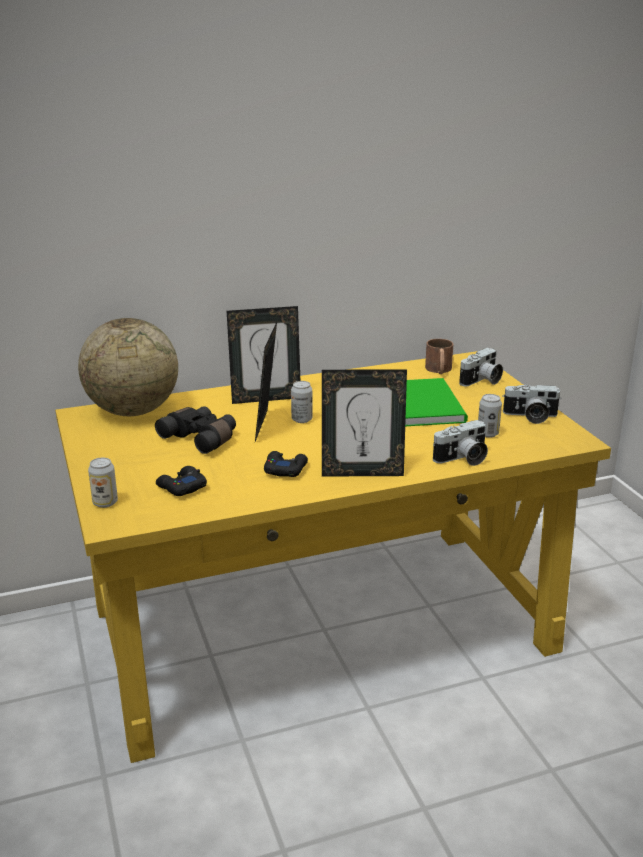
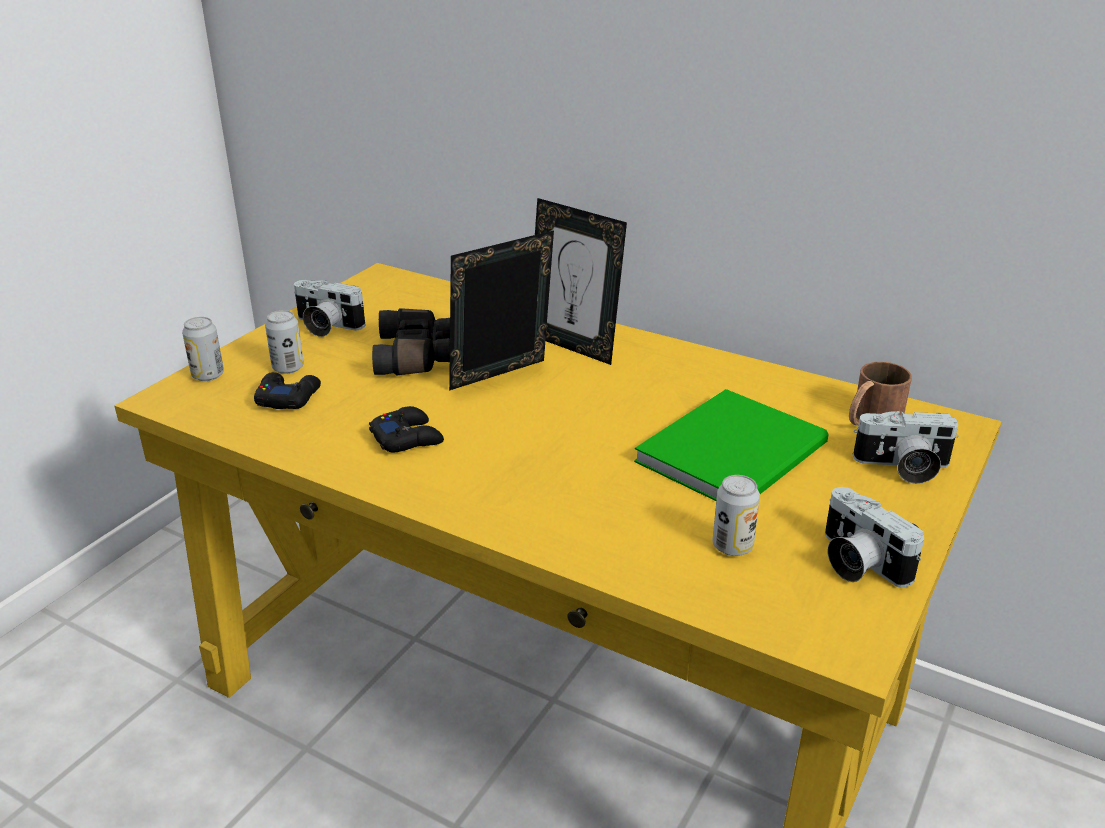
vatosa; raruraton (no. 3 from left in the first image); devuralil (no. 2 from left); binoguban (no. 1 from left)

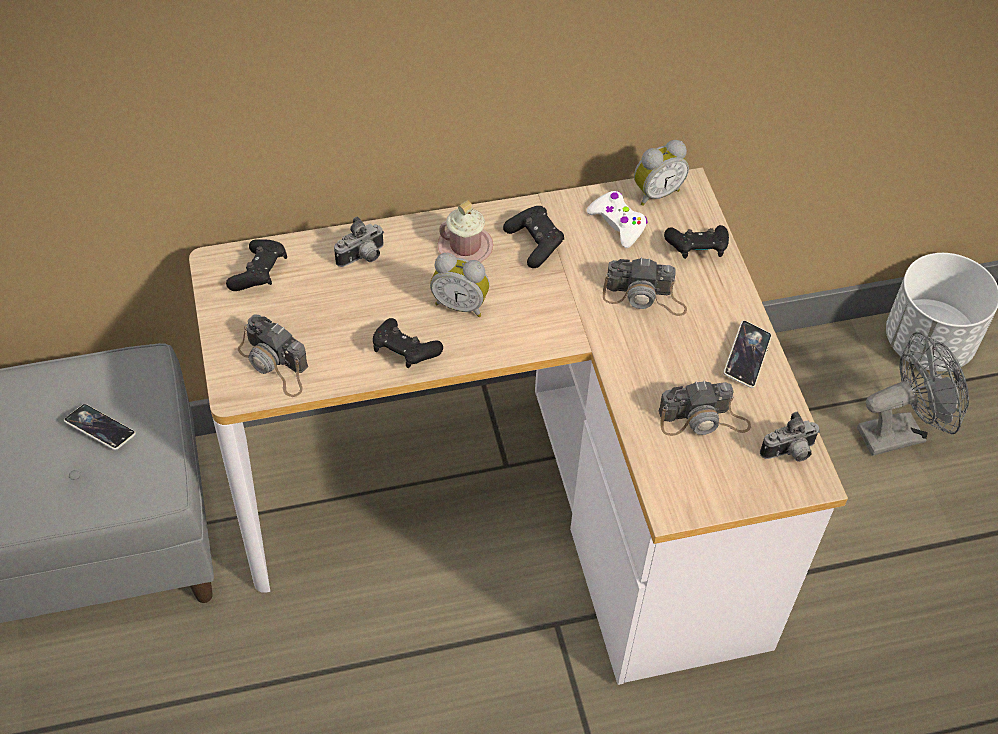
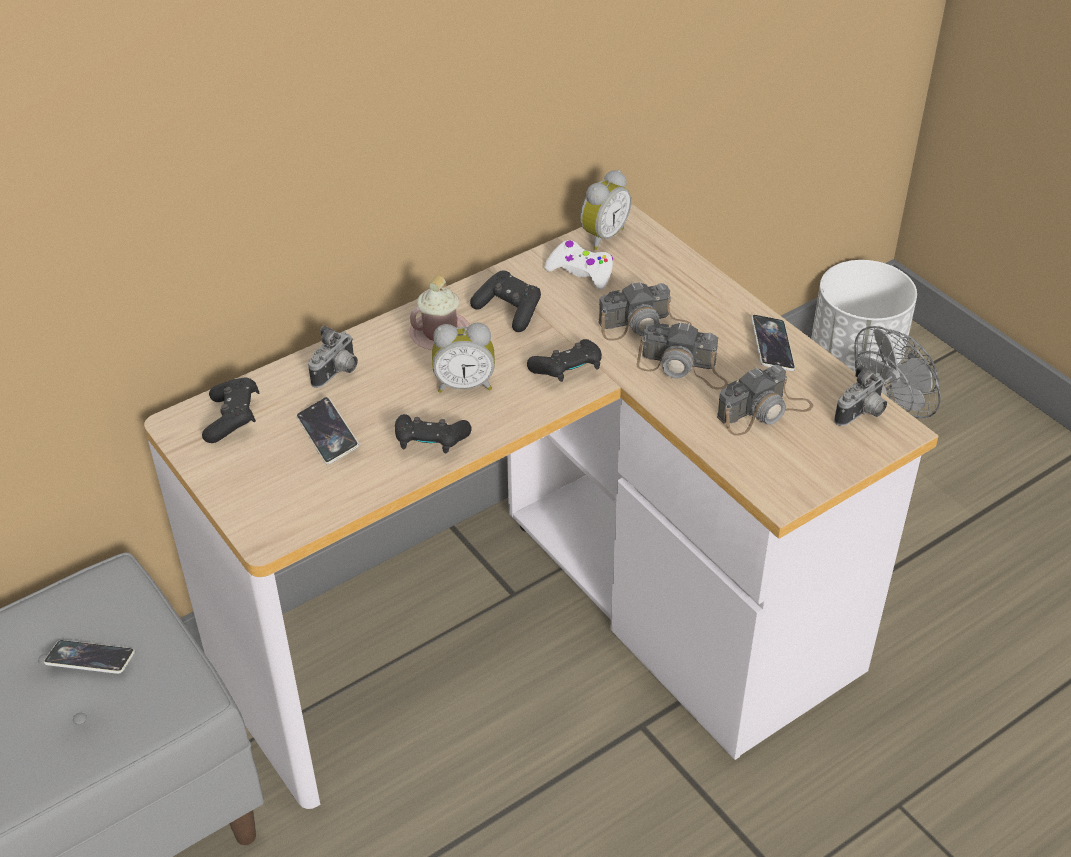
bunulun (no. 2 from left); binoguban (no. 3 from left); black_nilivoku (no. 4 from left)

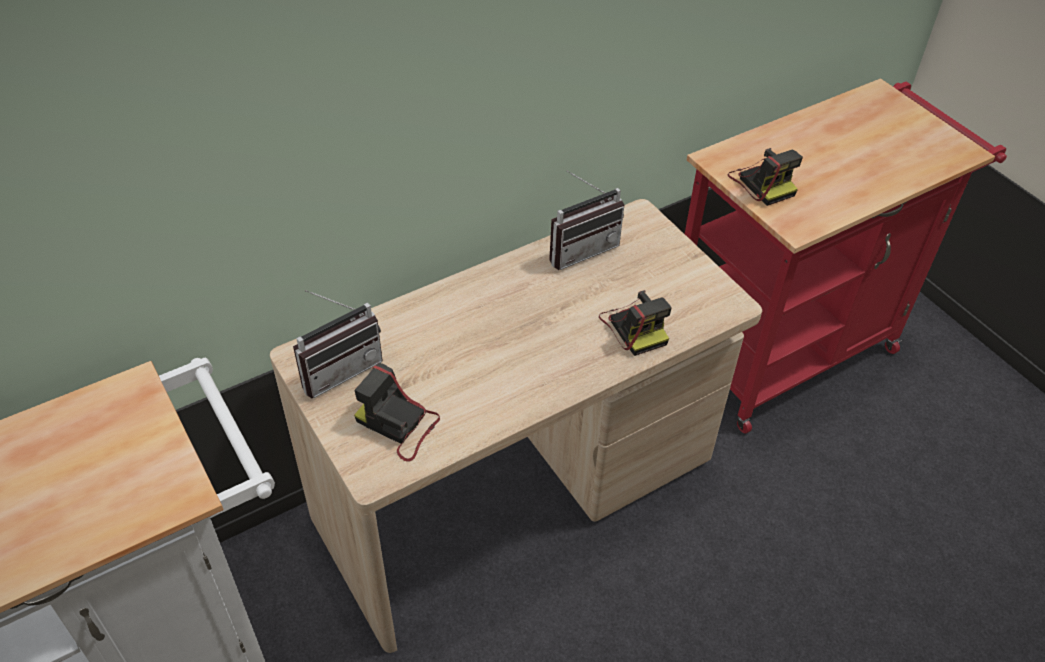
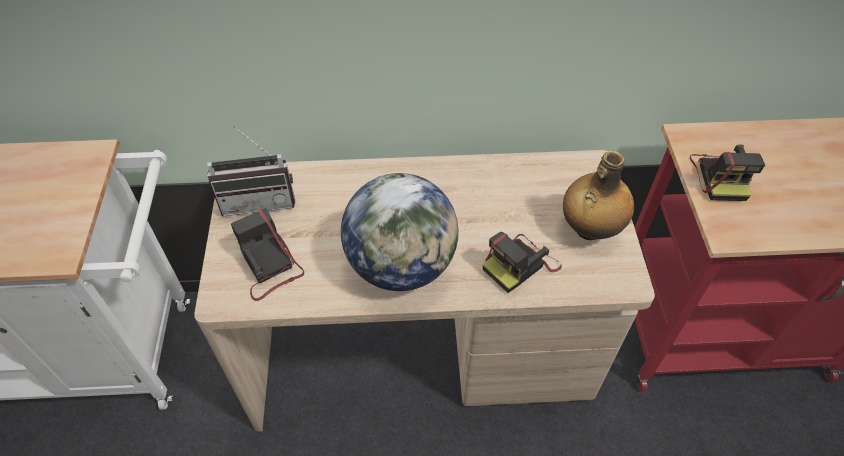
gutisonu (no. 2 from left in the first image); vatosa; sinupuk; binoguban (no. 2 from left)

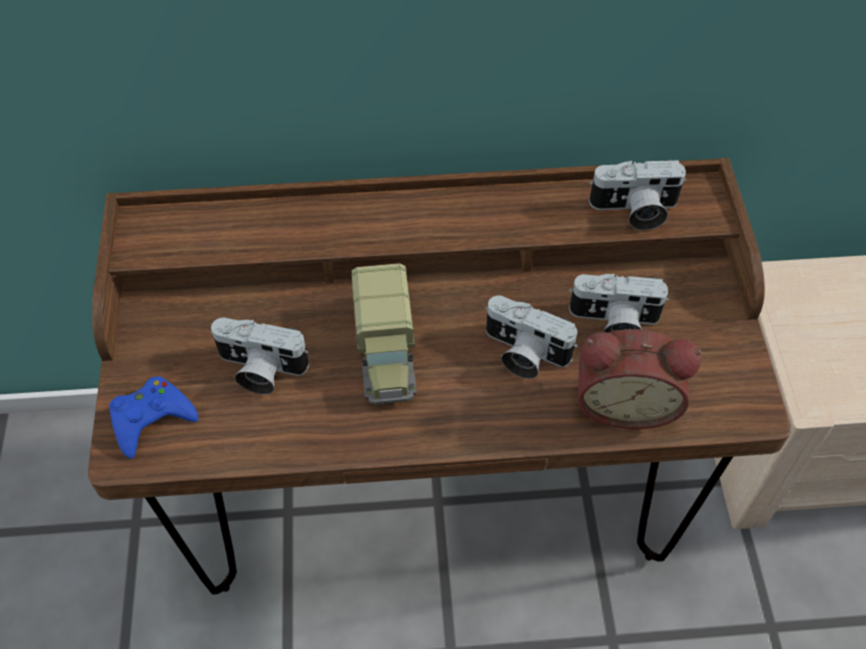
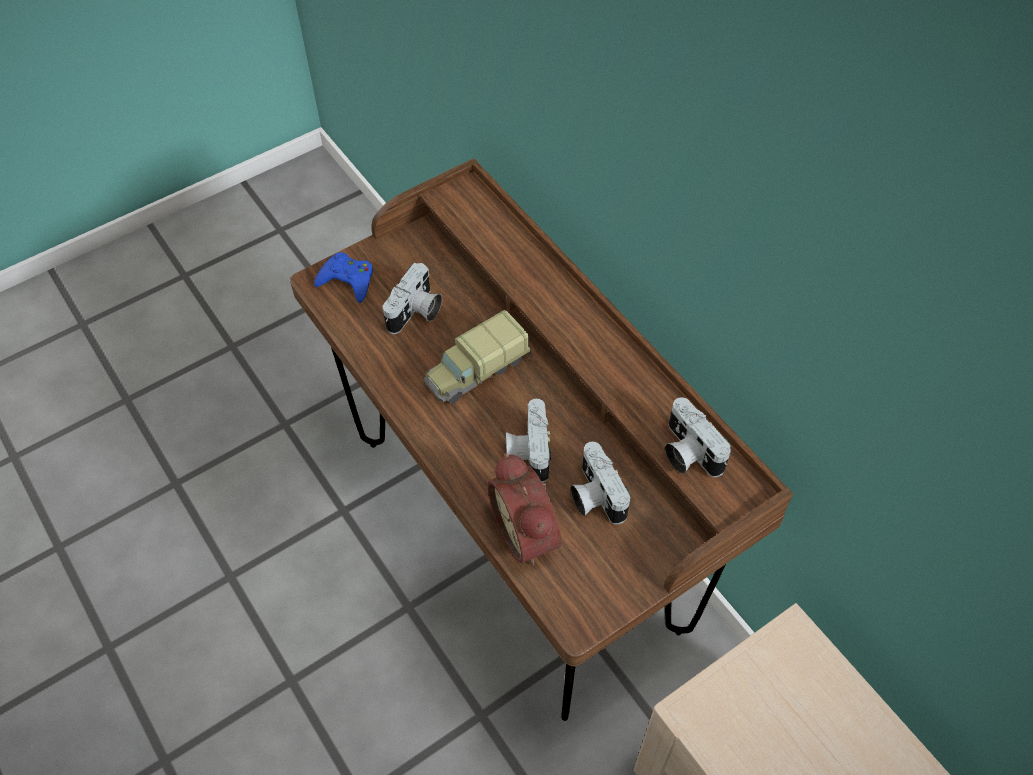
binoguban (no. 1 from left)

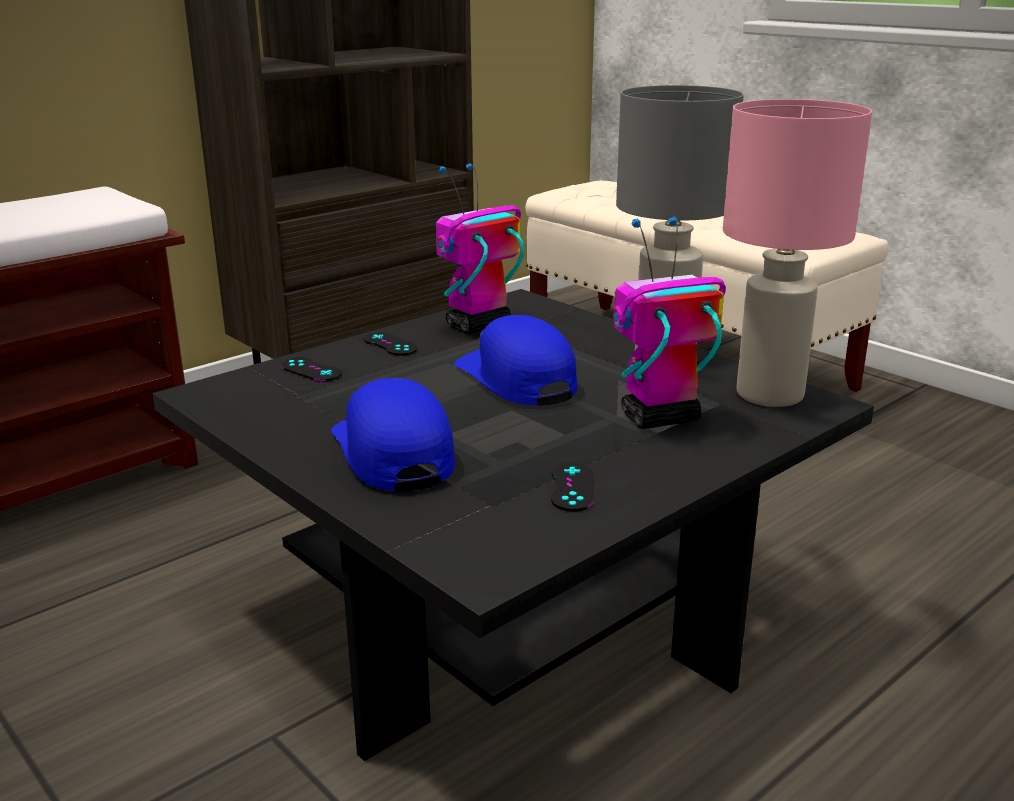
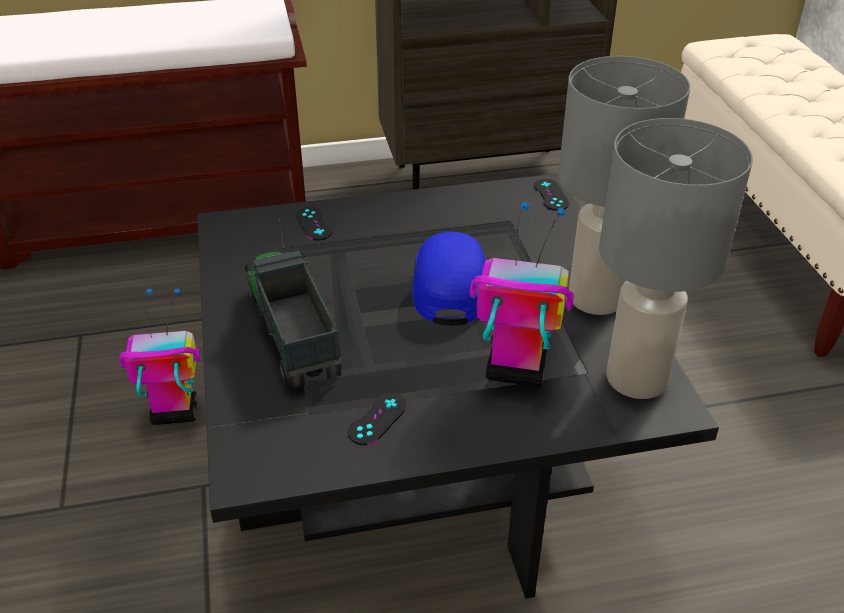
black_nilivoku (no. 3 from left); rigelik (no. 1 from left); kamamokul; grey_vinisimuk (no. 2 from left)

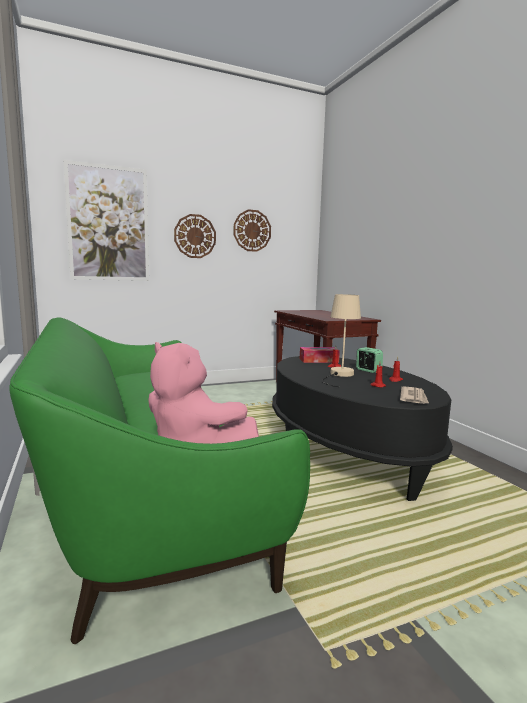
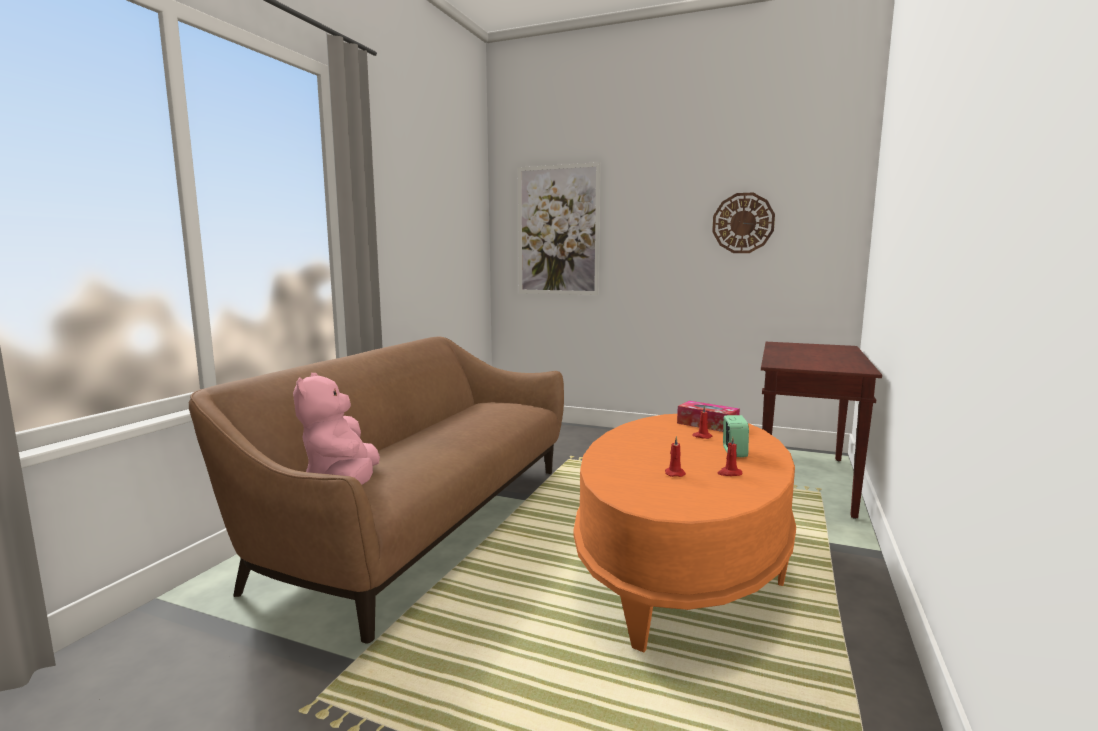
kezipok (no. 1 from left in the first image); beige_vinisimuk; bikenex; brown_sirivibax; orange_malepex

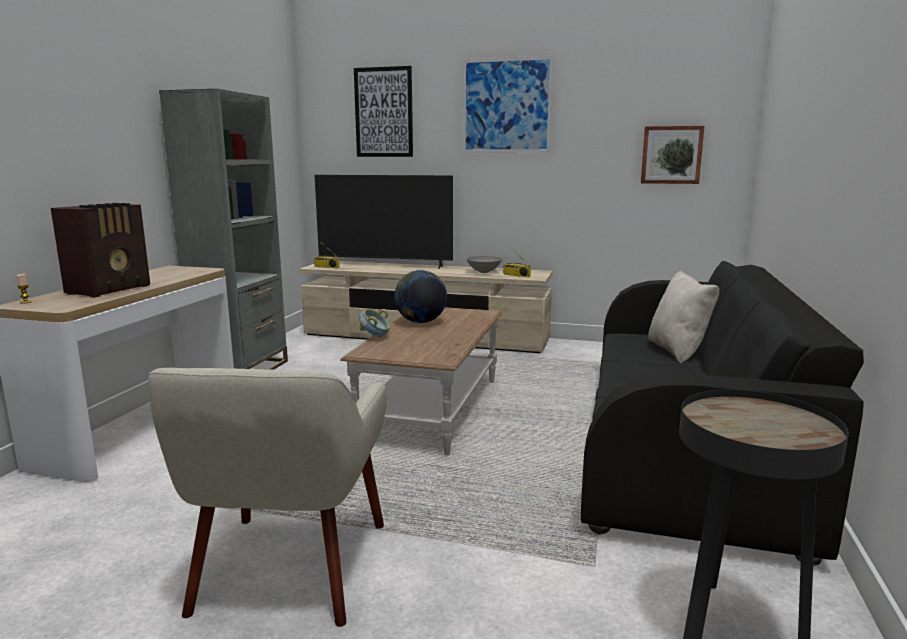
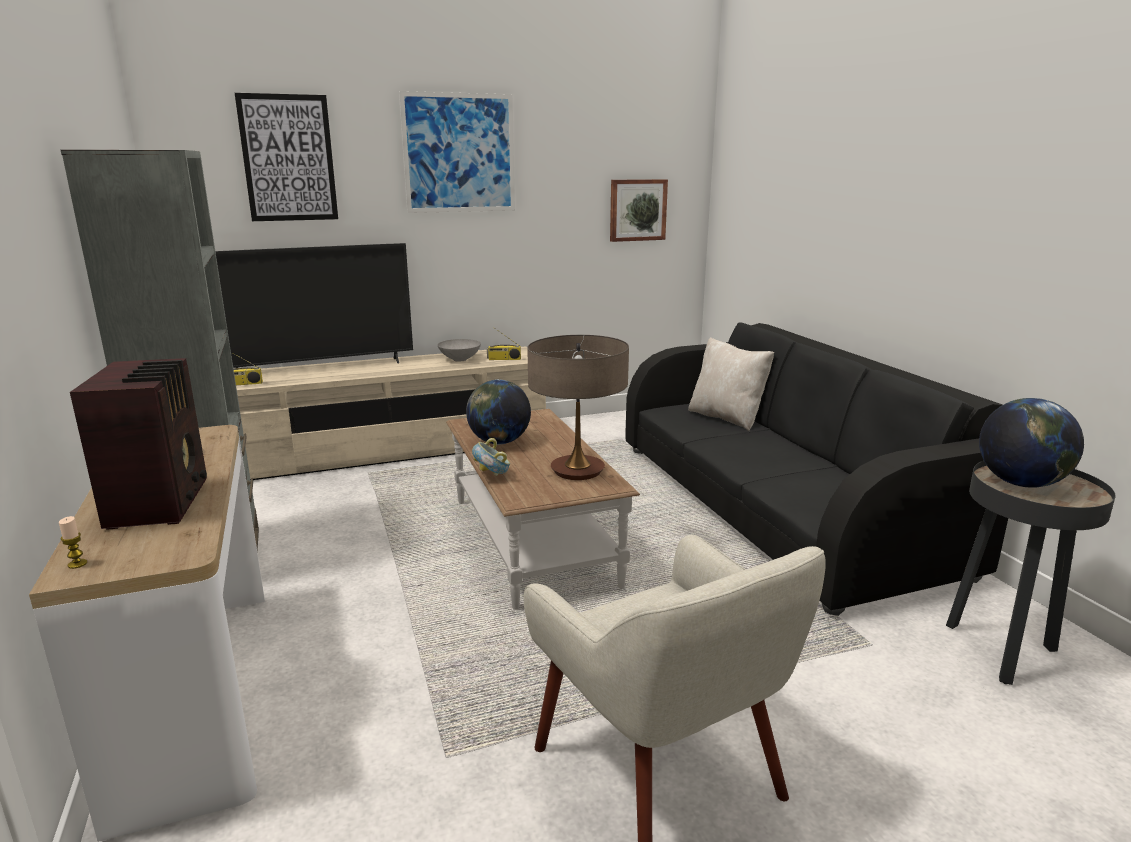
vinisimuk; vatosa (no. 2 from left)

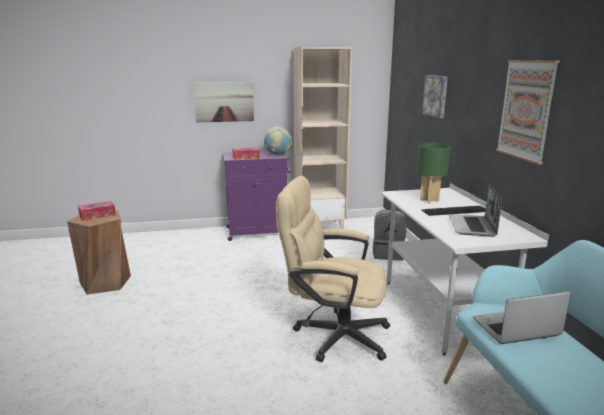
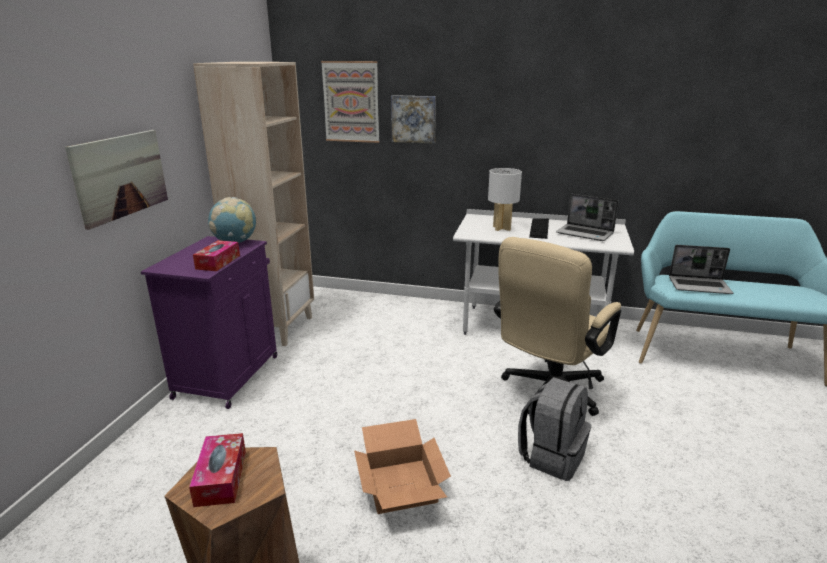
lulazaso; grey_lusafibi; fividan (no. 2 from left); white_vinisimuk; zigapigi (no. 2 from left)

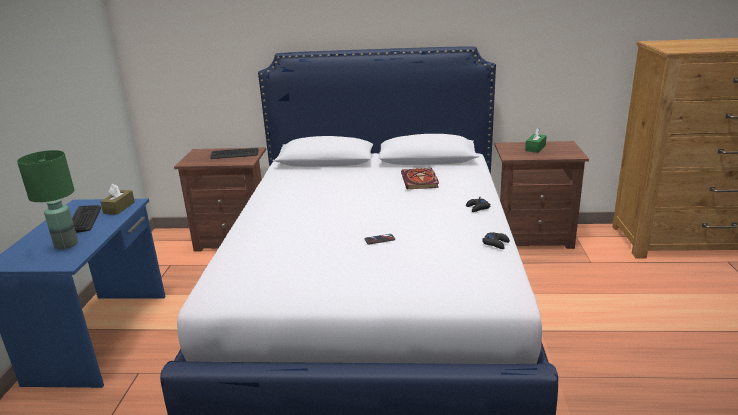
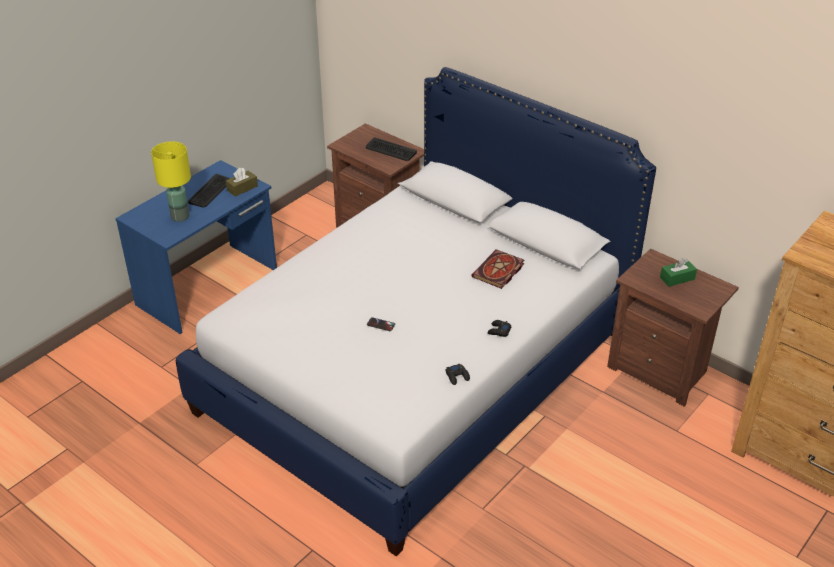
yellow_vinisimuk

